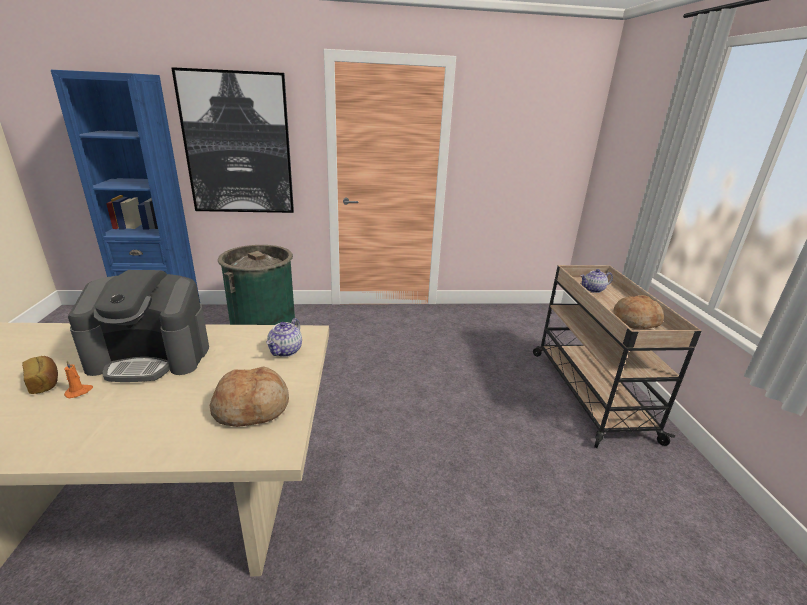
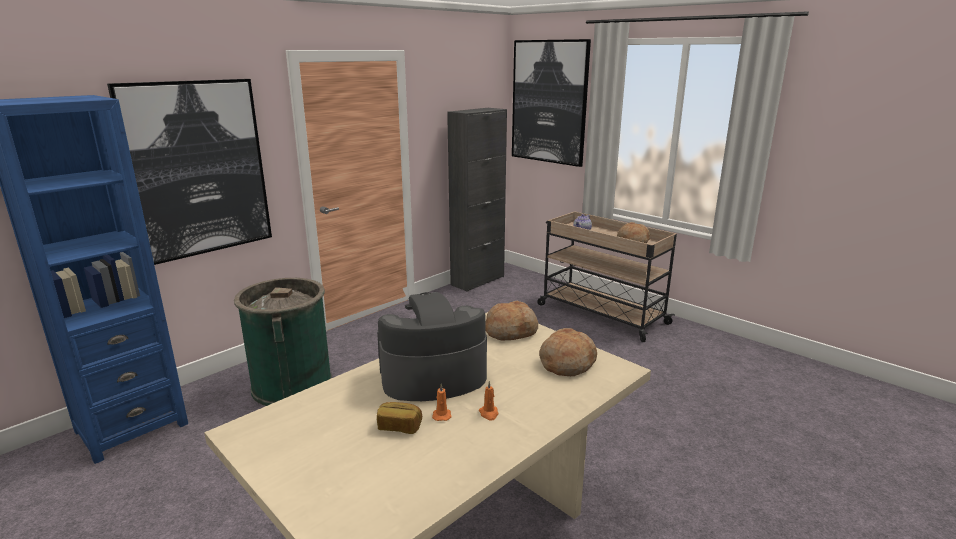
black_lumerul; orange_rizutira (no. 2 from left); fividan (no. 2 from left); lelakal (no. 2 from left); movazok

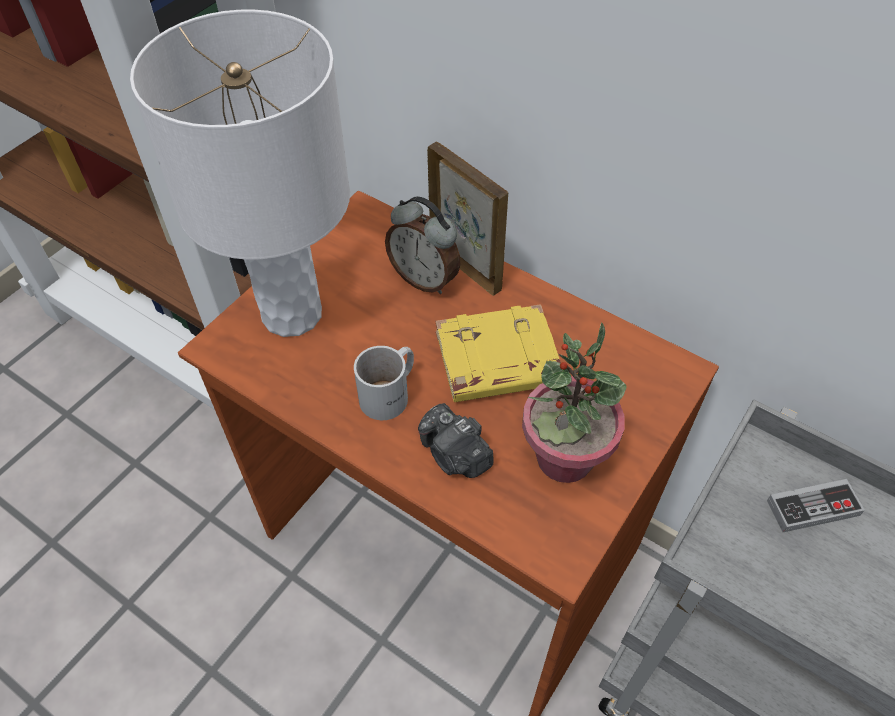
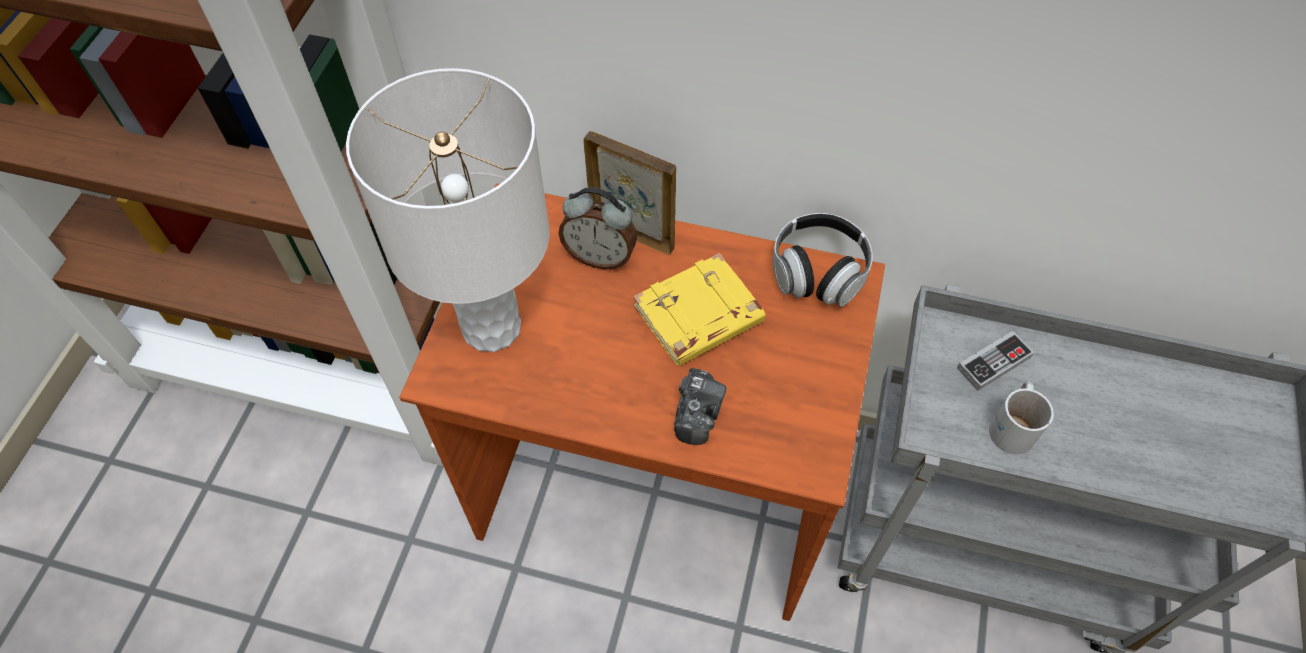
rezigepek; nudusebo; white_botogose; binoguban

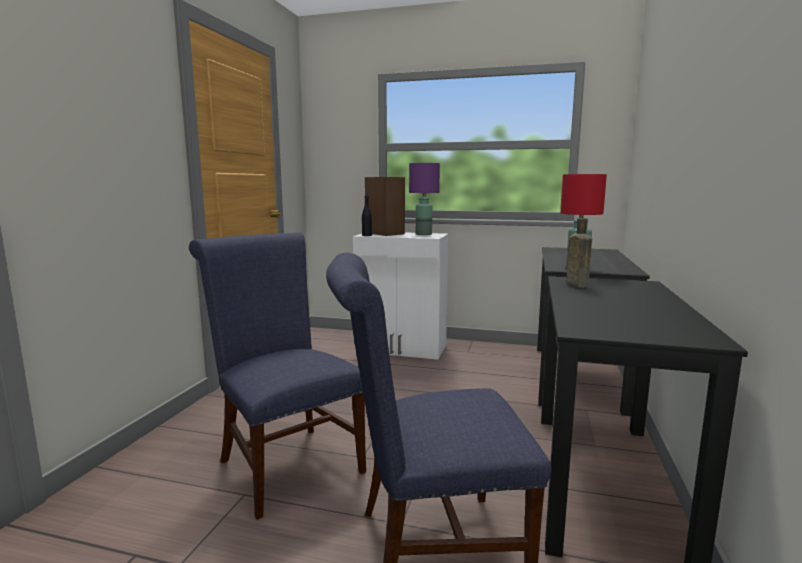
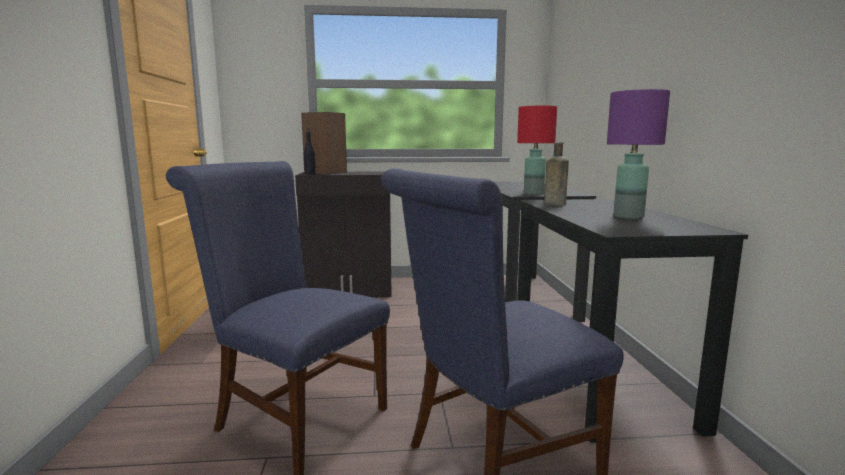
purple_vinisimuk; black_lumerul

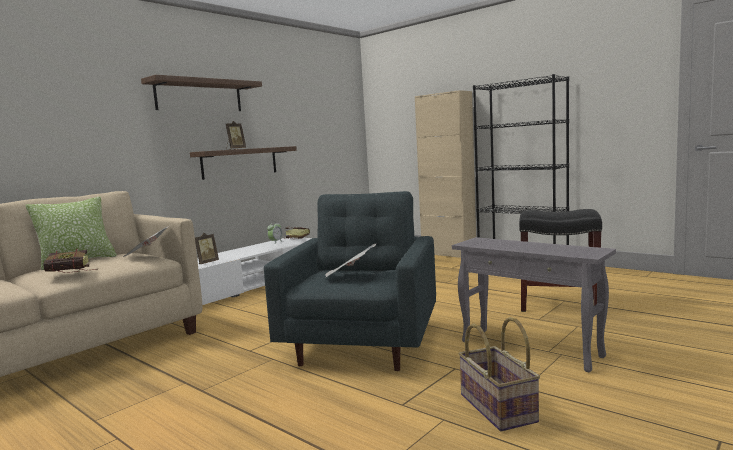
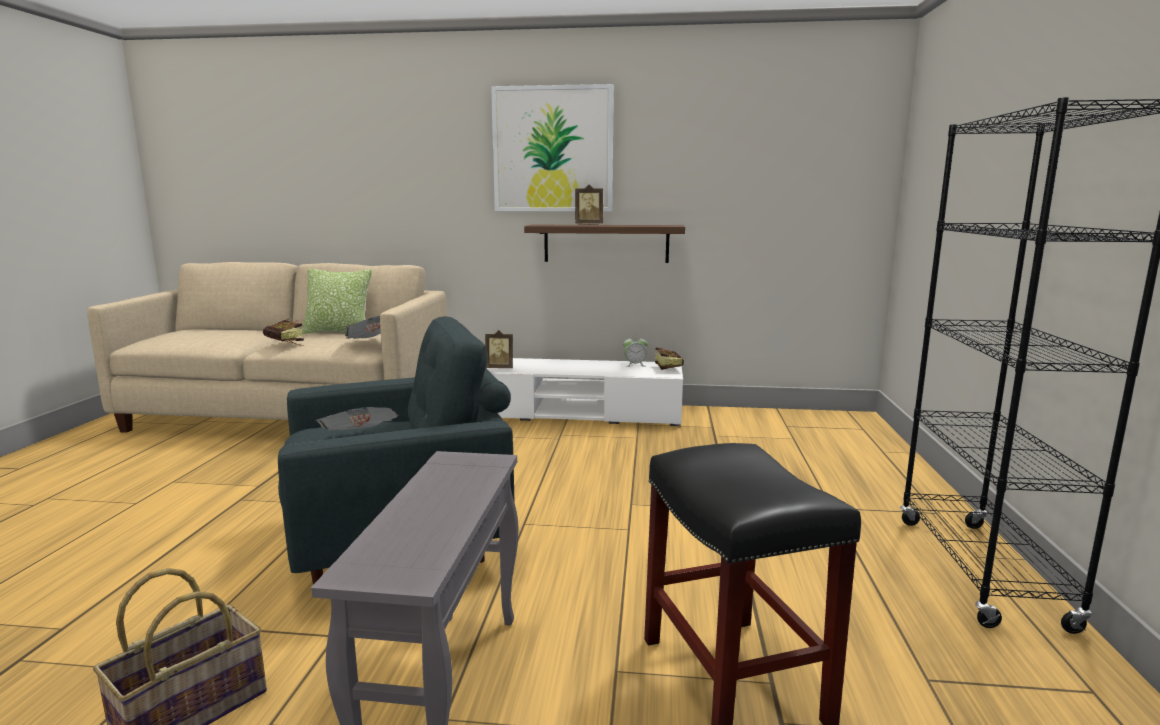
beige_lumerul; fividan

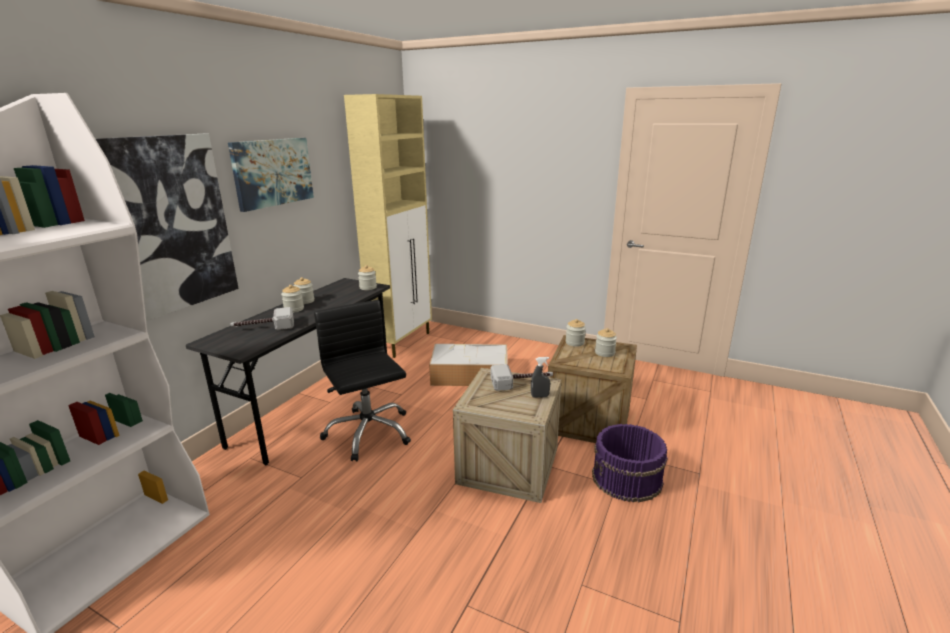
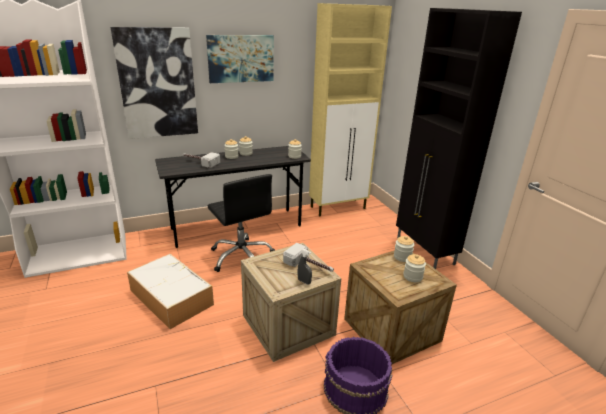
black_lumerul; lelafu; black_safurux

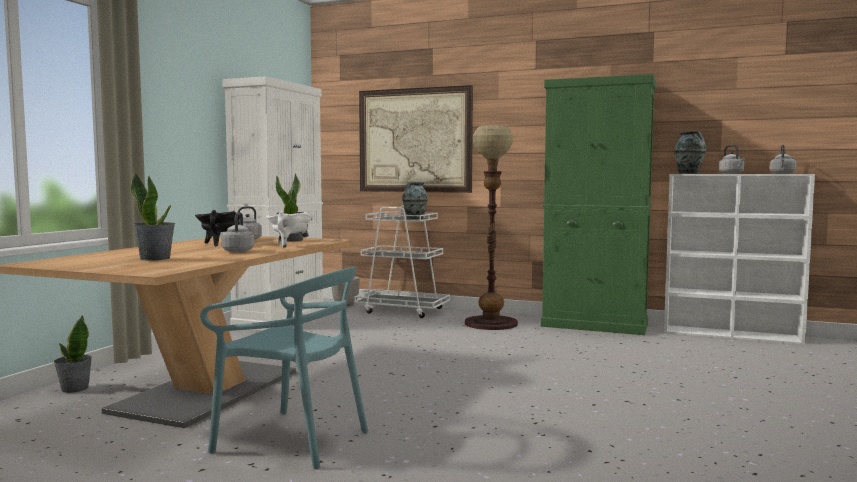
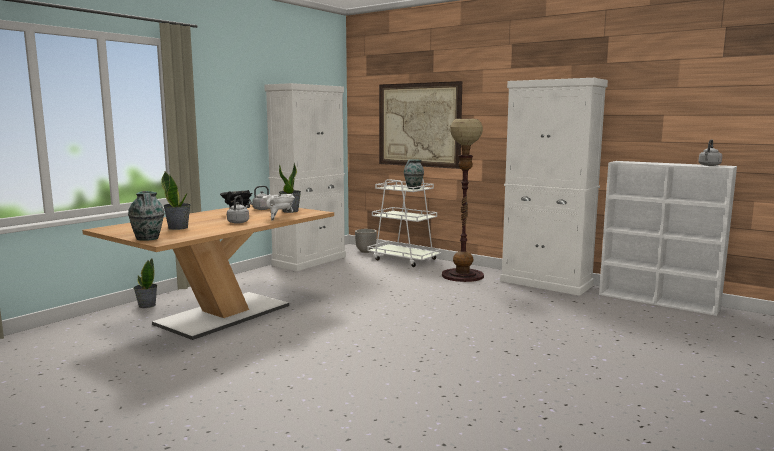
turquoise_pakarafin; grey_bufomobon (no. 3 from left in the first image); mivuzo (no. 1 from left); white_lumerul (no. 2 from left)

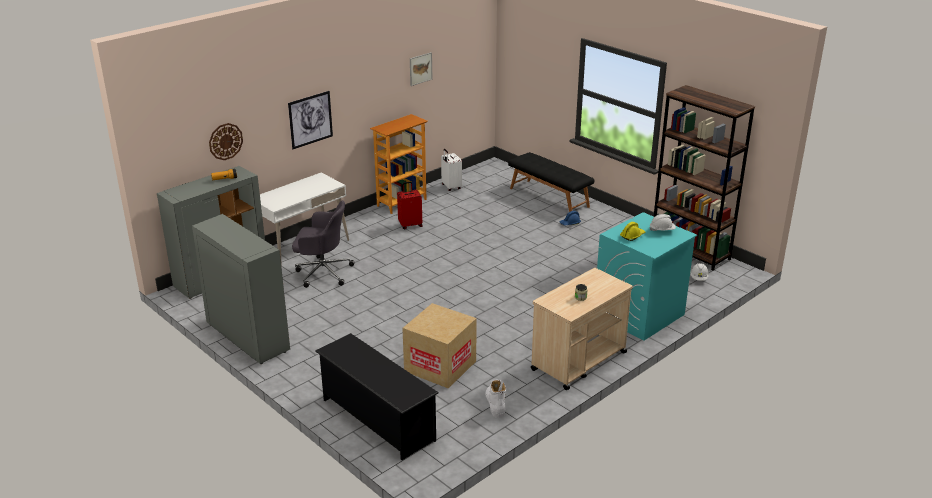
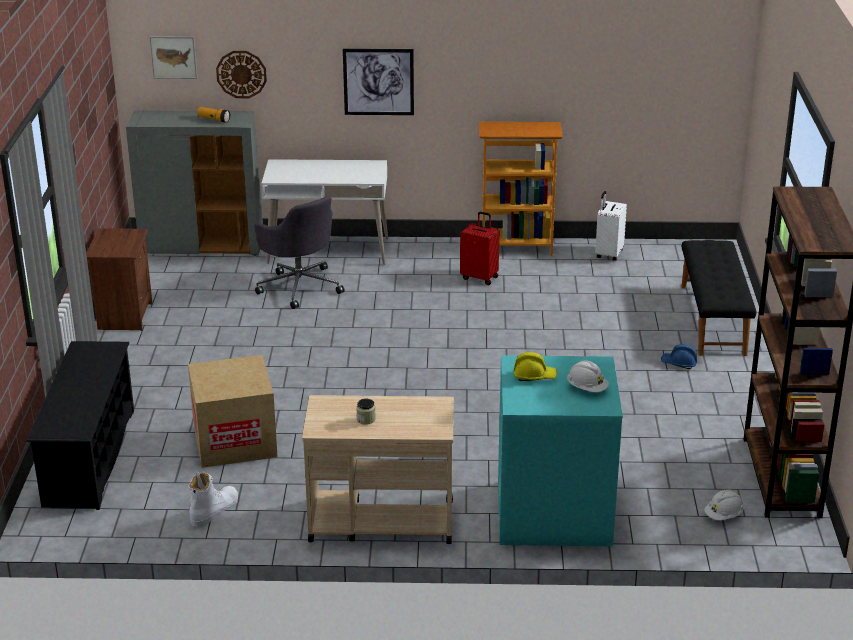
fividan (no. 1 from left); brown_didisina

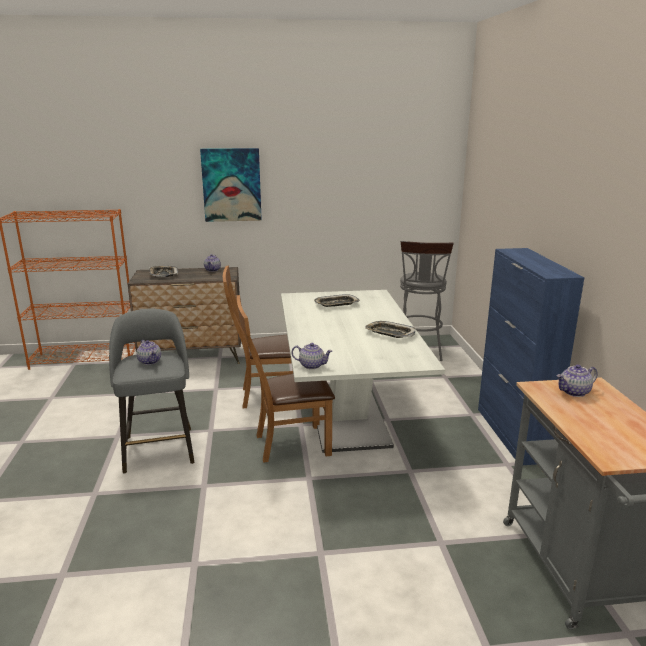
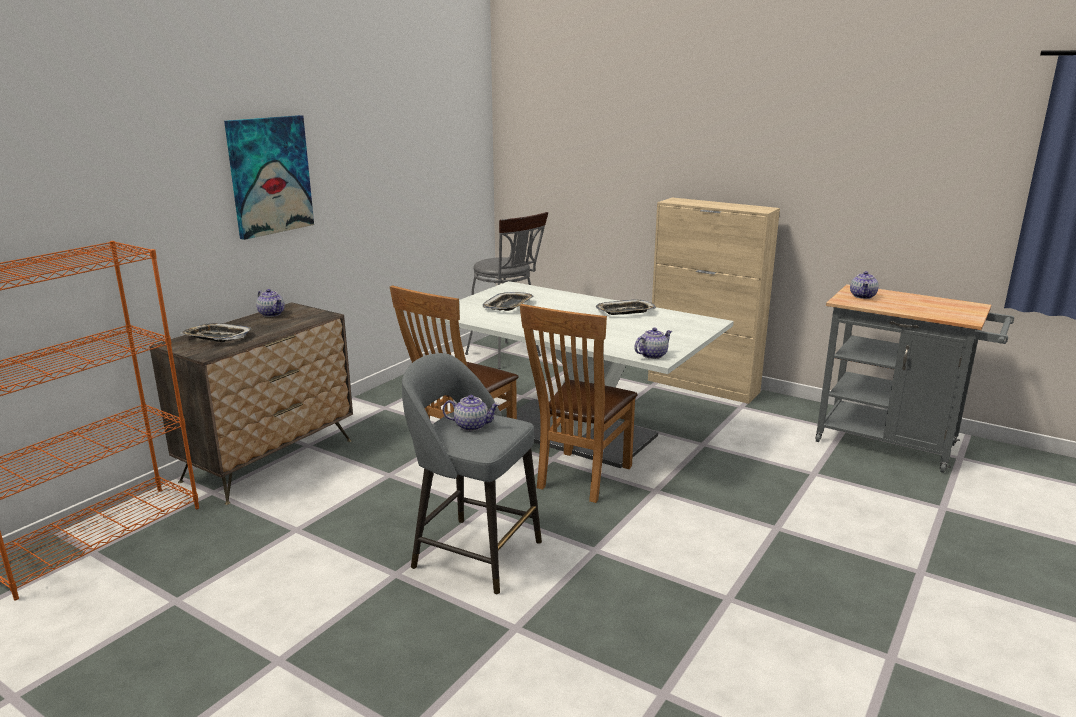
beige_lumerul

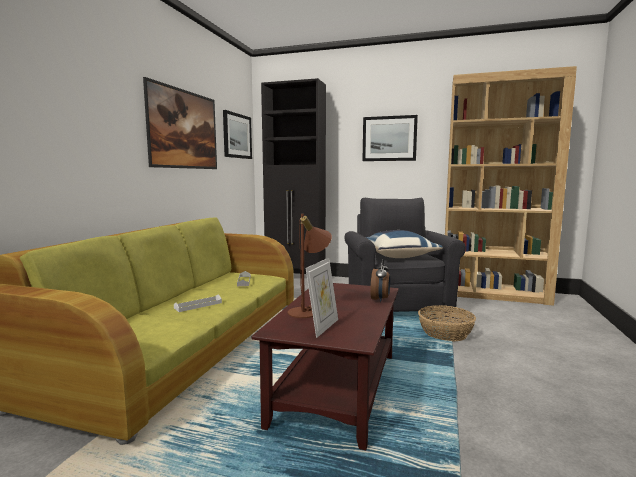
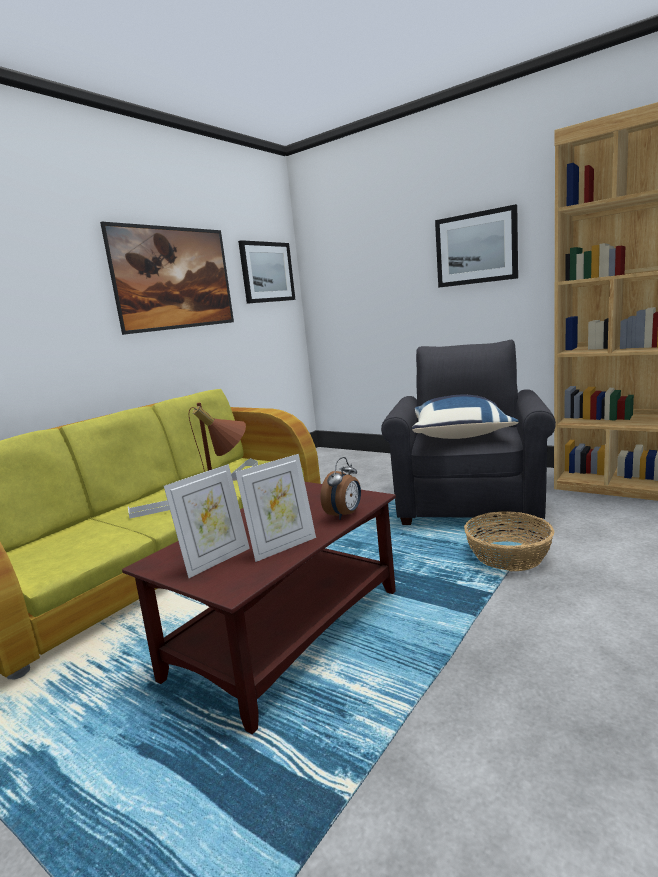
black_lumerul; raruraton (no. 2 from left)

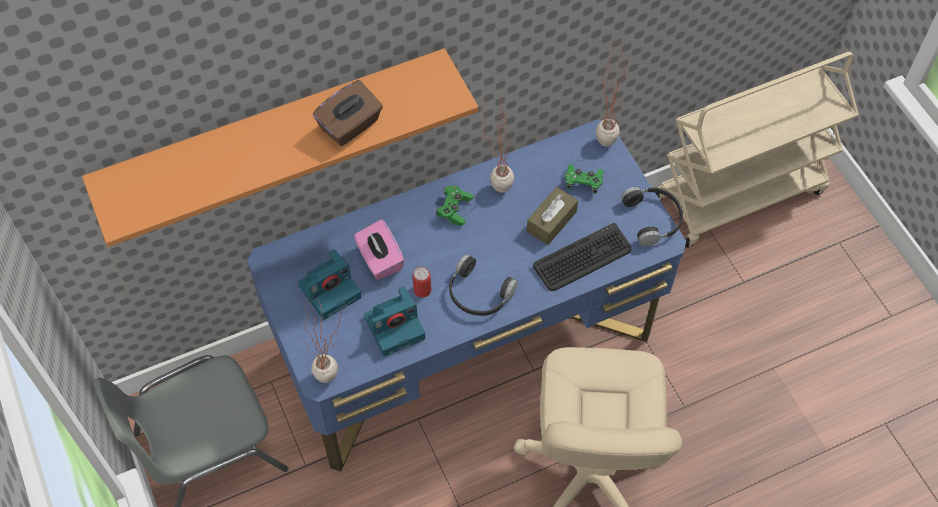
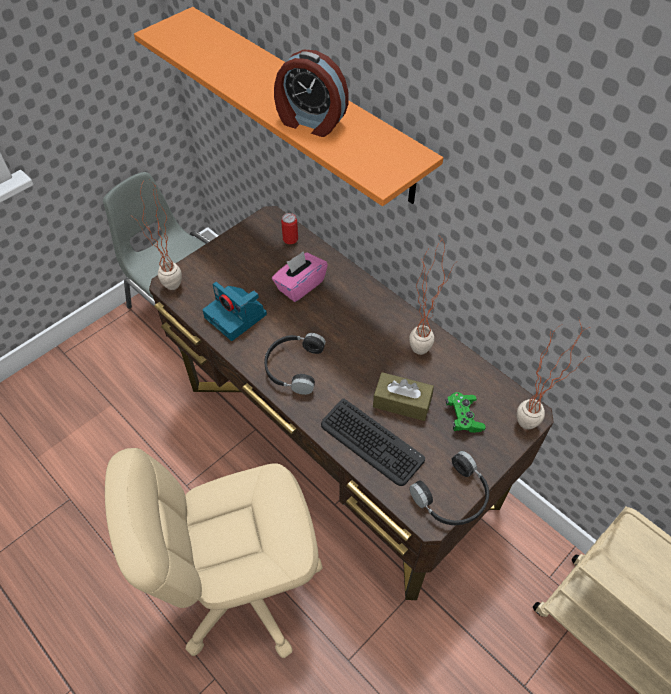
binoguban (no. 1 from left in the first image); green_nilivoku (no. 1 from left in the first image); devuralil; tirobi; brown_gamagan

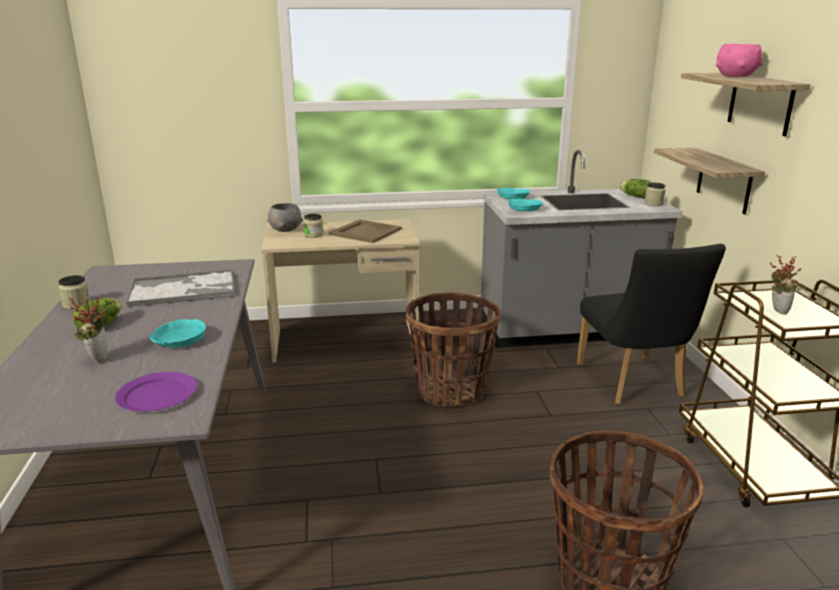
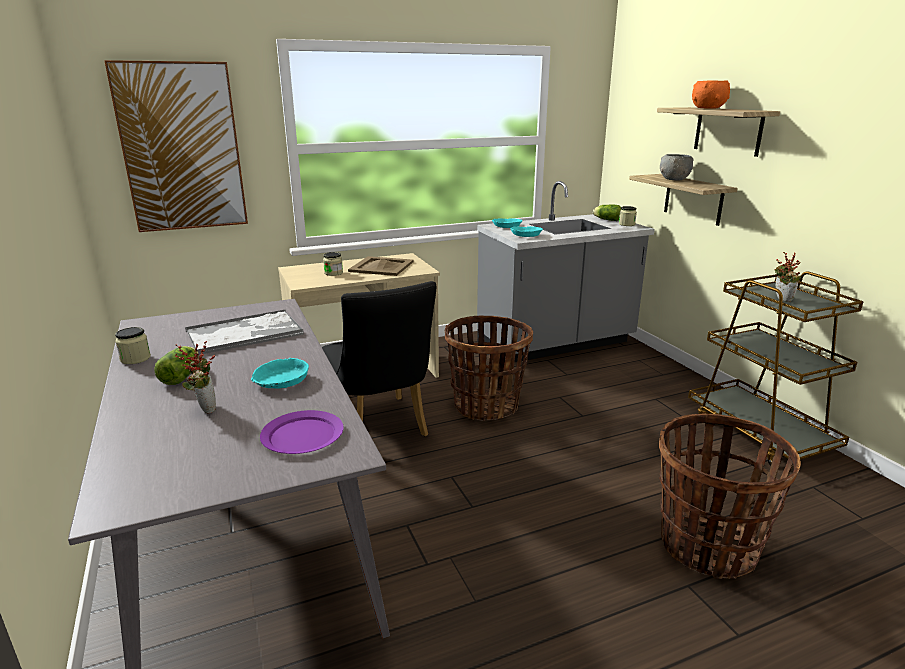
fividan; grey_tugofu; black_pakarafin; orange_tugofu

